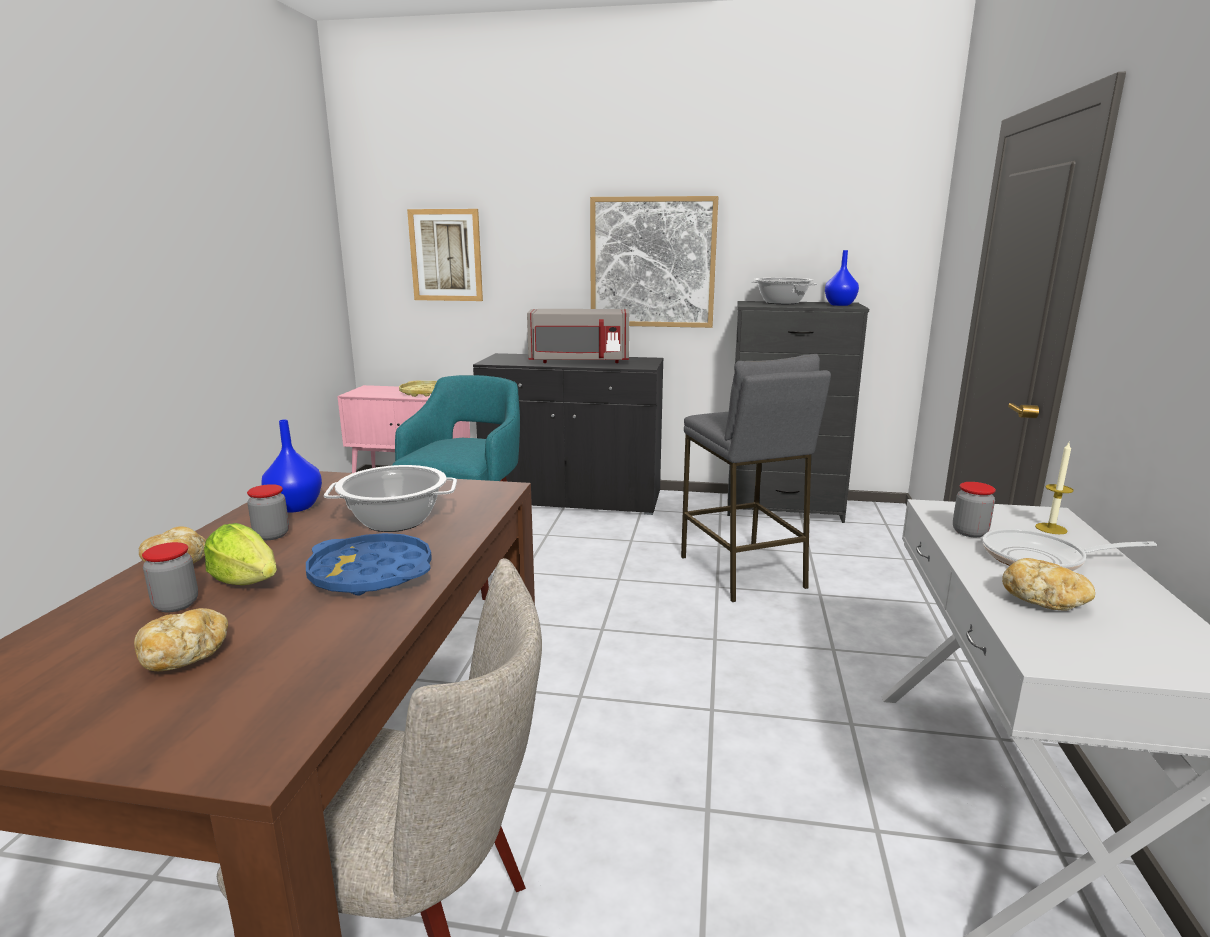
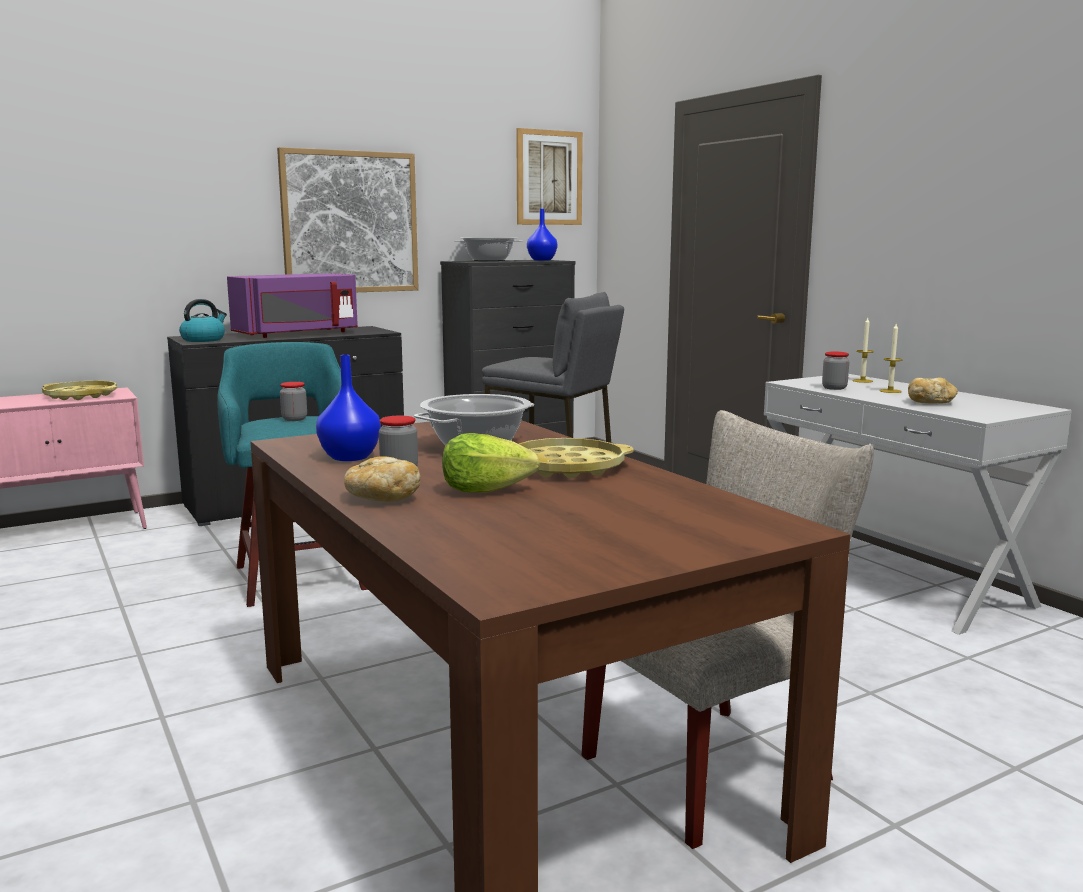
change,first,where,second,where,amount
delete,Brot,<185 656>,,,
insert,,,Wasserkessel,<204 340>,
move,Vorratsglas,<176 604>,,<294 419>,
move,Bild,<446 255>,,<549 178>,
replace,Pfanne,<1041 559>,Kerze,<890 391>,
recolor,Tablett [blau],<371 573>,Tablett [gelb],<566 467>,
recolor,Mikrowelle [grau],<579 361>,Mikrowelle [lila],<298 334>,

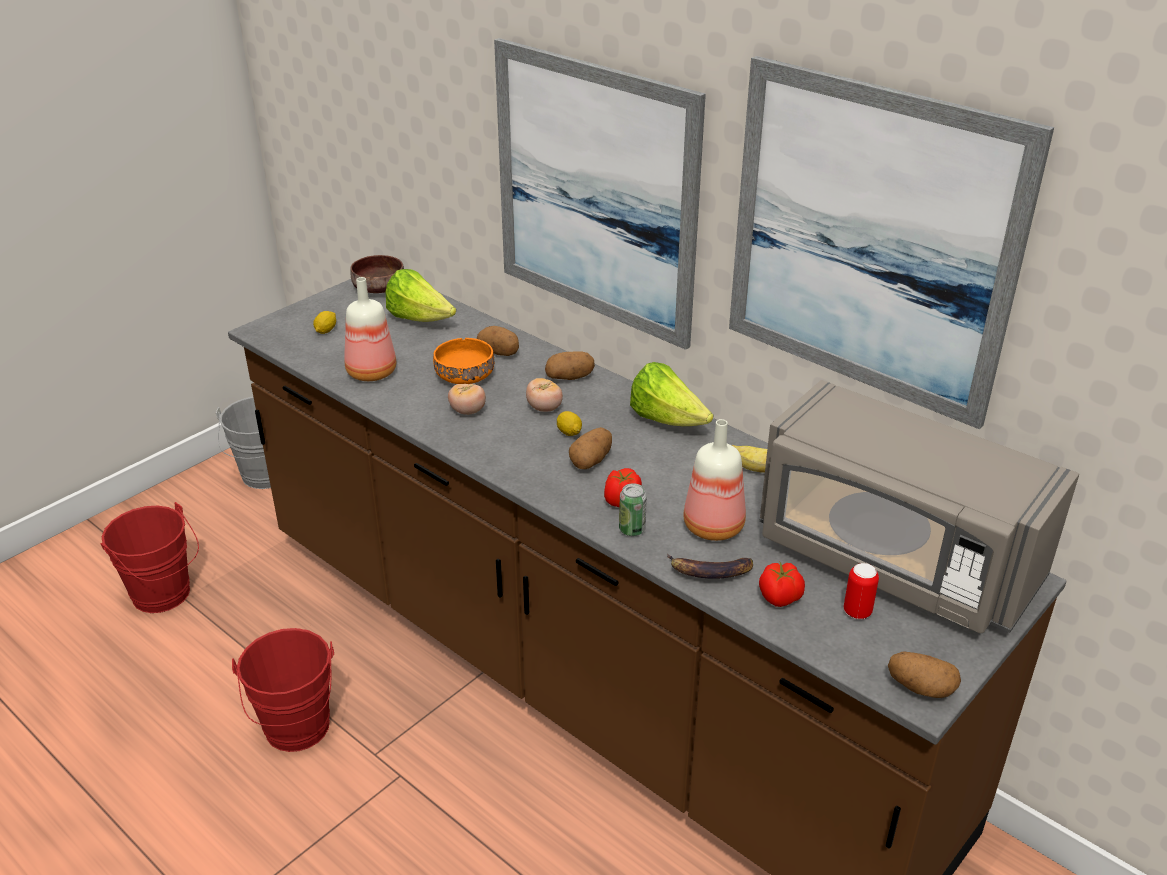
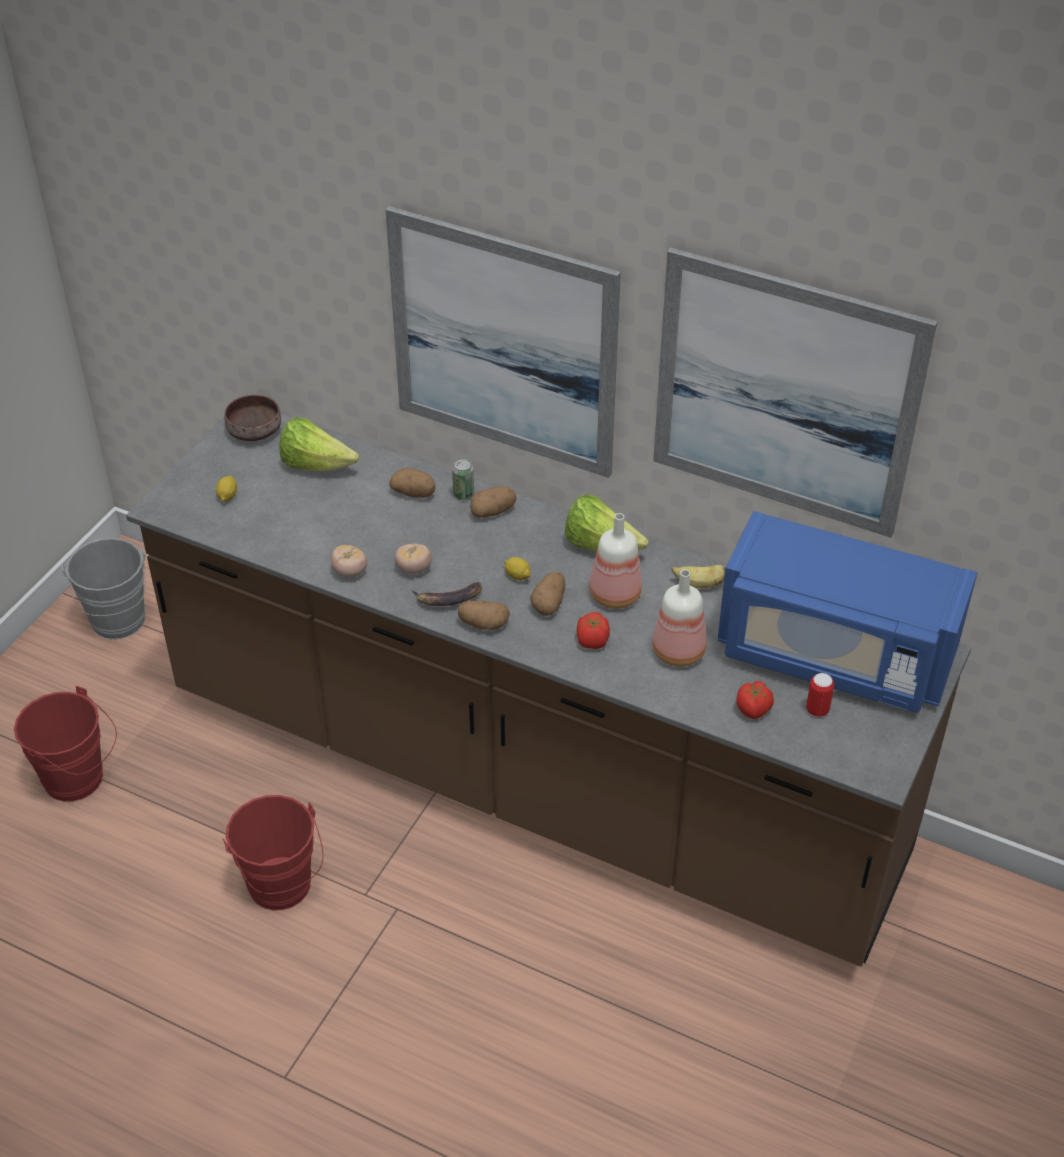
change,first,where,second,where,amount
delete,Schüssel [orange],<464 377>,,,
move,Flasche,<370 373>,,<614 596>,
move,Tomate,<544 408>,,<350 572>,
move,Dose,<632 529>,,<463 494>,
move,Banane,<709 572>,,<448 599>,
move,Kartoffel,<920 688>,,<483 624>,
recolor,Mikrowelle [grau],<894 560>,Mikrowelle [blau],<834 655>,

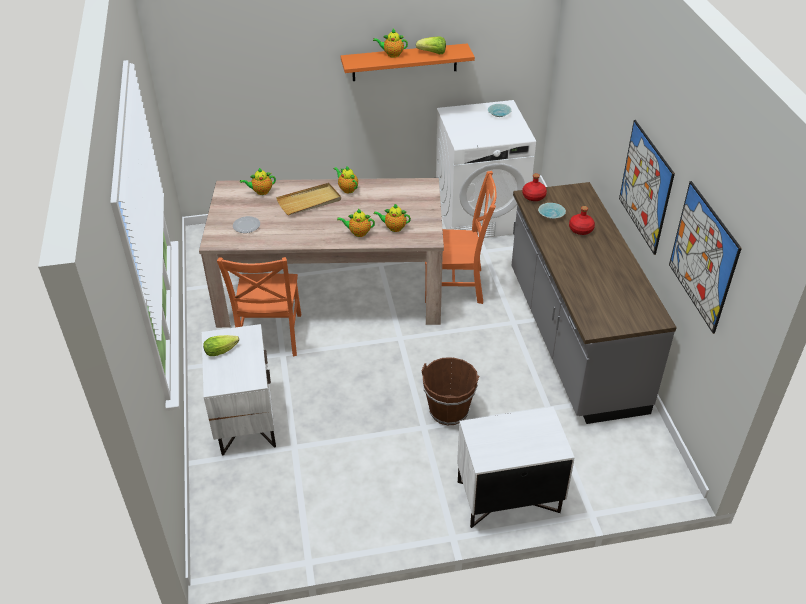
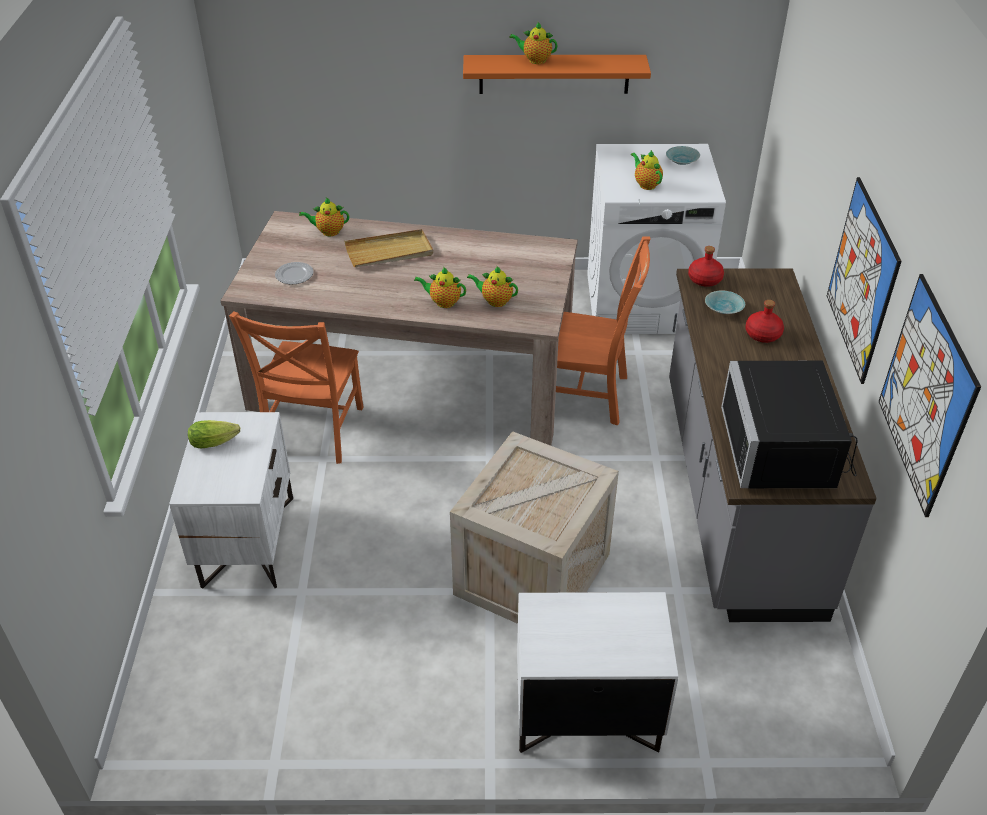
change,first,where,second,where,amount
delete,Salatkopf,<432 53>,,,
insert,,,Mikrowelle [schwarz],<786 450>,
move,Teekanne,<347 189>,,<646 184>,
replace,Eimer [braun],<449 410>,Kiste,<532 572>,

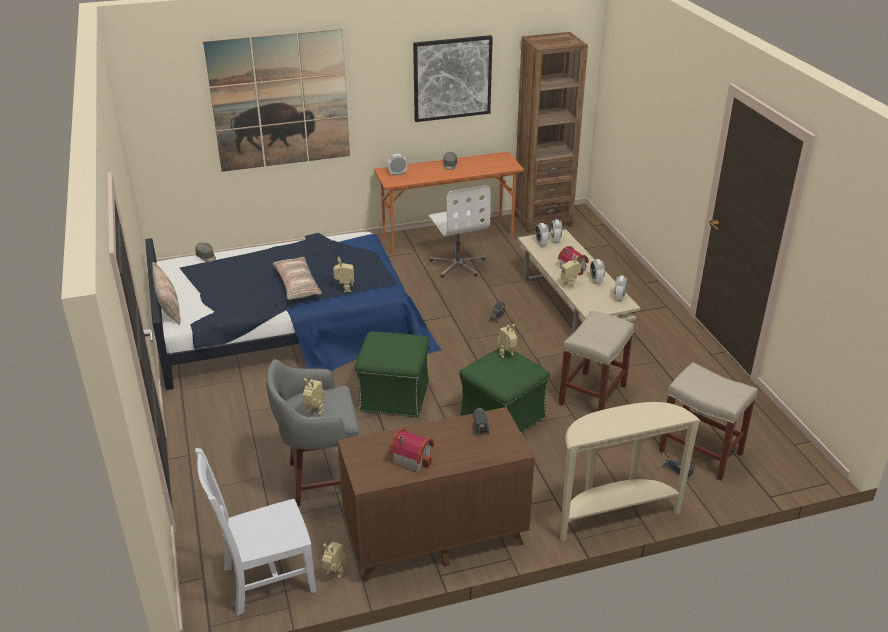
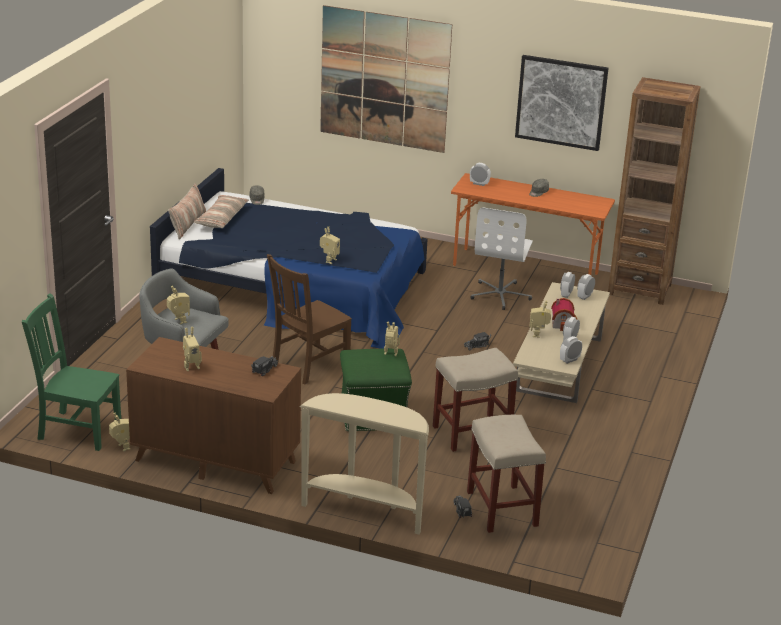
change,first,where,second,where,amount
move,Kissen,<297 285>,,<221 218>,
replace,Polsterhocker [grün],<393 396>,Stuhl [braun],<308 365>,
replace,Spielzeughaus,<412 458>,Spielzeugroboter,<191 366>,
recolor,Stuhl [weiß],<265 580>,Stuhl [grün],<77 430>,

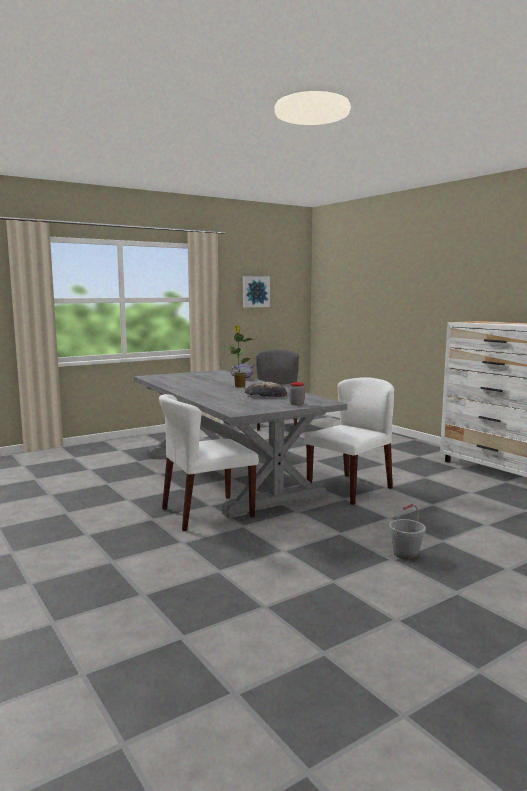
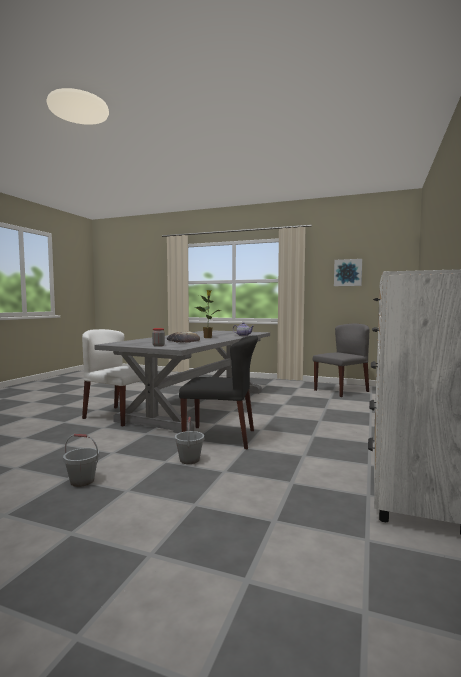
change,first,where,second,where,amount
insert,,,Eimer [grau],<189 460>,
recolor,Stuhl [weiß],<350 489>,Stuhl [schwarz],<220 437>,

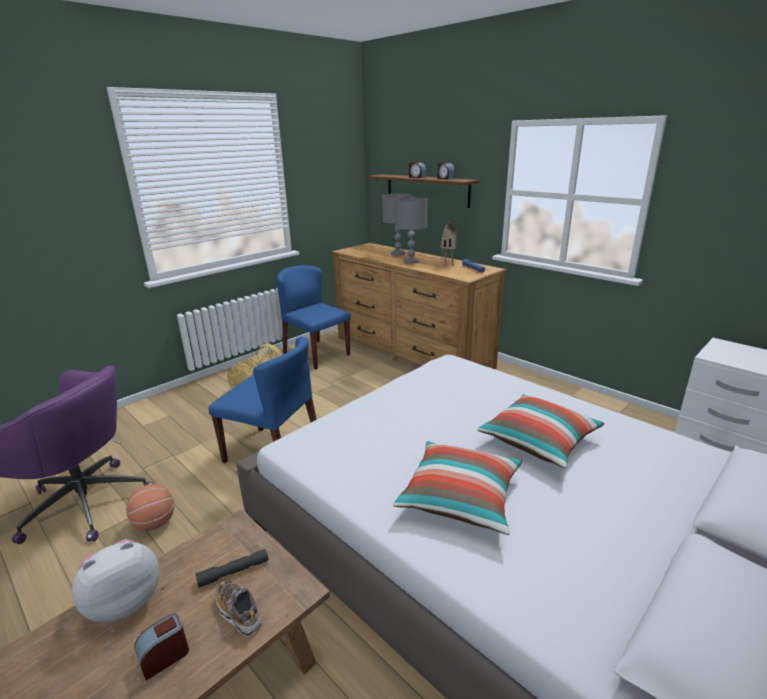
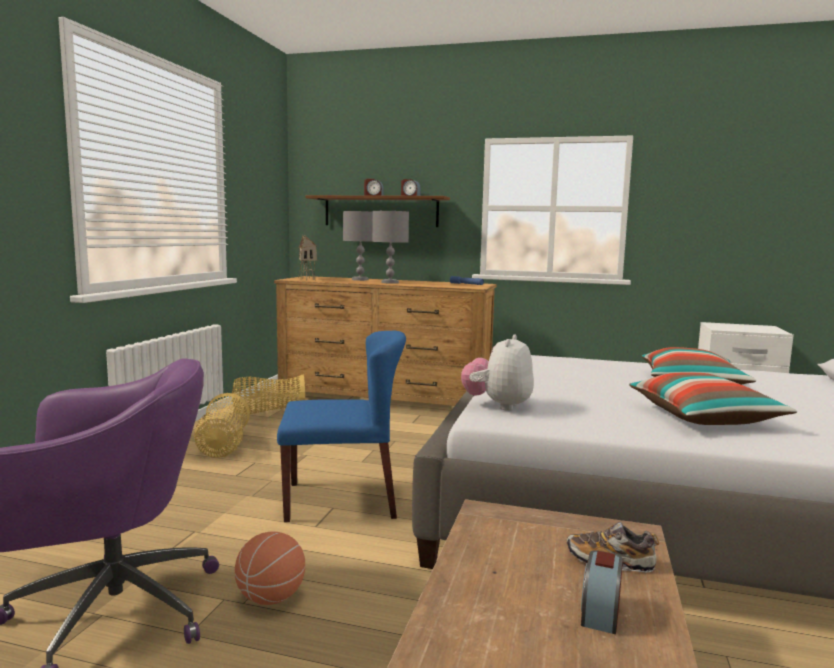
change,first,where,second,where,amount
delete,Taschenlampe [grau],<233 572>,,,
move,Plüschtier,<124 601>,,<498 405>,
move,Spielzeughaus,<448 263>,,<307 279>,
replace,Stuhl [blau],<316 354>,Korb,<268 412>,

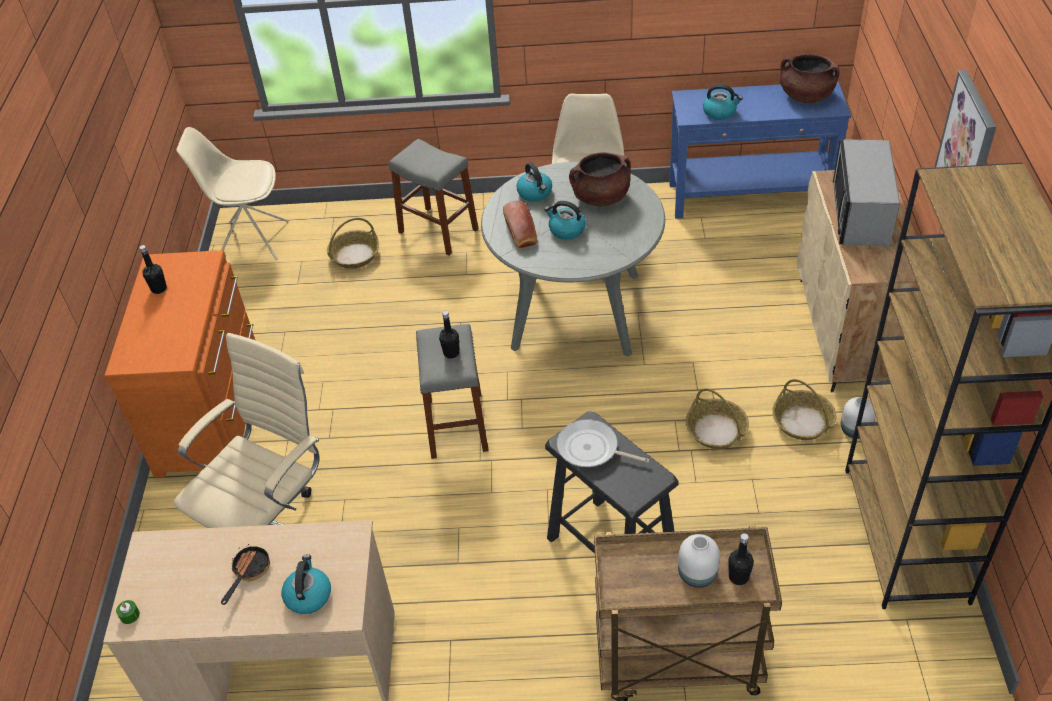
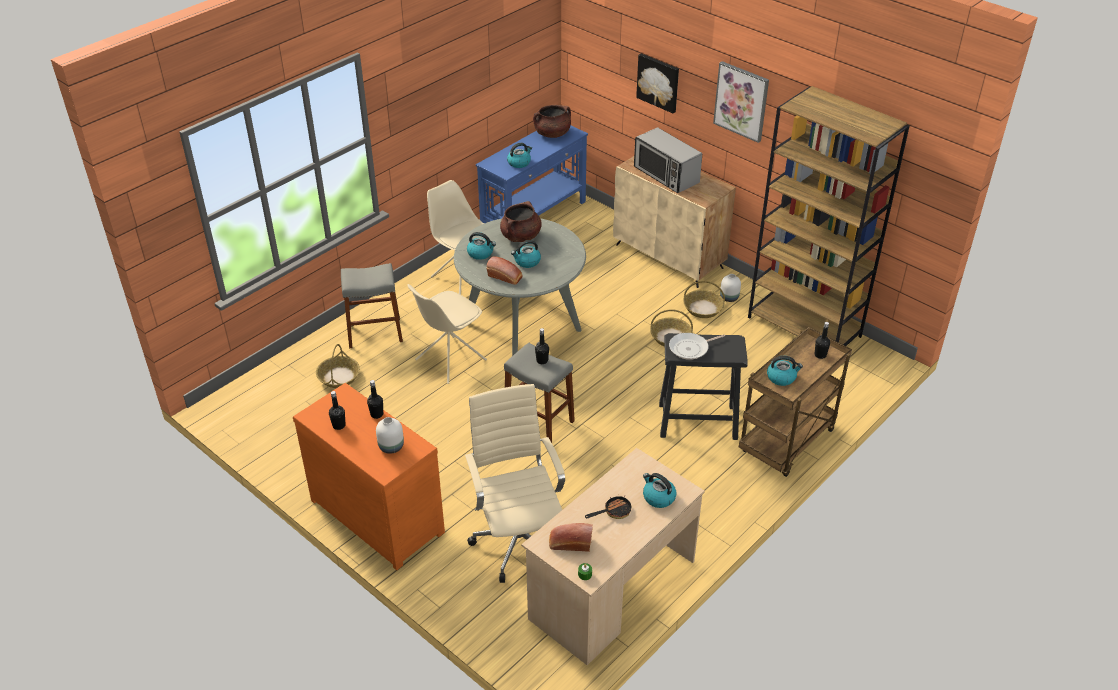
change,first,where,second,where,amount
insert,,,Flasche [schwarz],<377 414>,
insert,,,Brot,<569 543>,
insert,,,Bild,<658 82>,
insert,,,Wasserkessel,<781 377>,
move,Stuhl [beige],<251 241>,,<449 360>,
move,Vase [weiß],<696 574>,,<391 447>,
rotate,Pfanne,<248 572>,,<613 511>,90 degrees clockwise

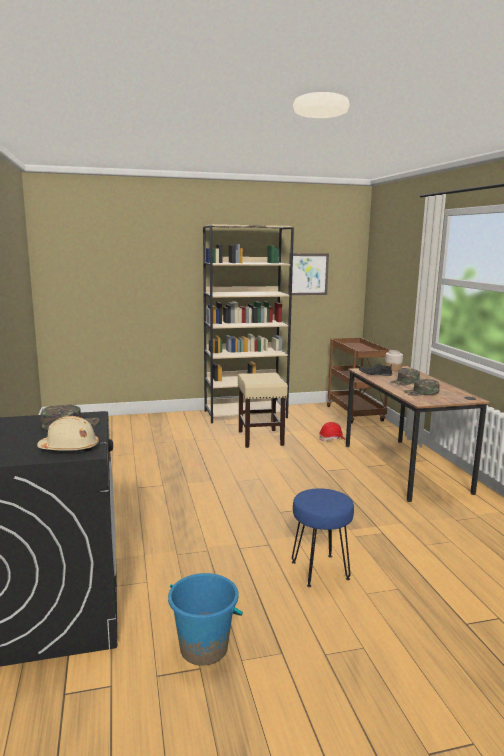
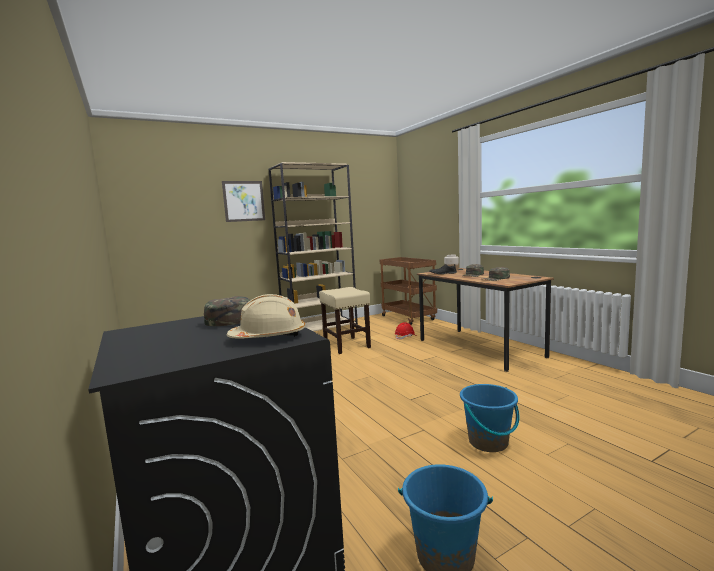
change,first,where,second,where,amount
move,Bild,<308 274>,,<244 201>,
replace,Hocker [blau],<320 570>,Eimer [blau],<488 442>,

